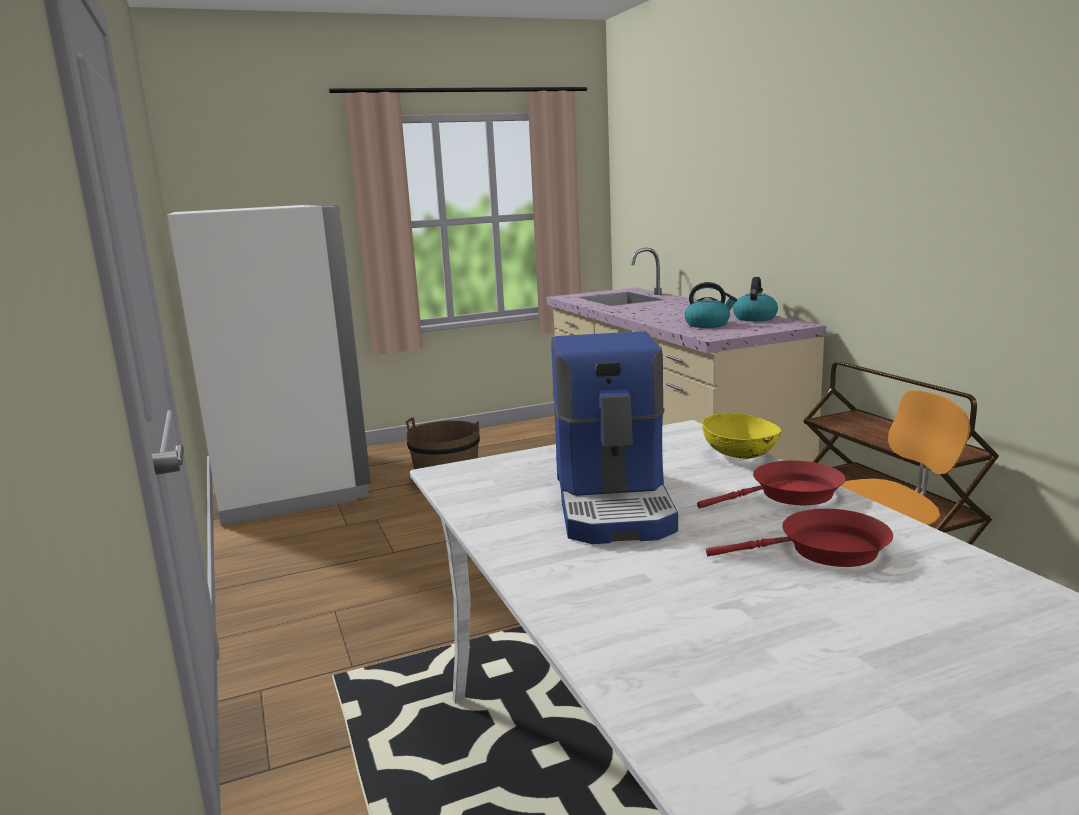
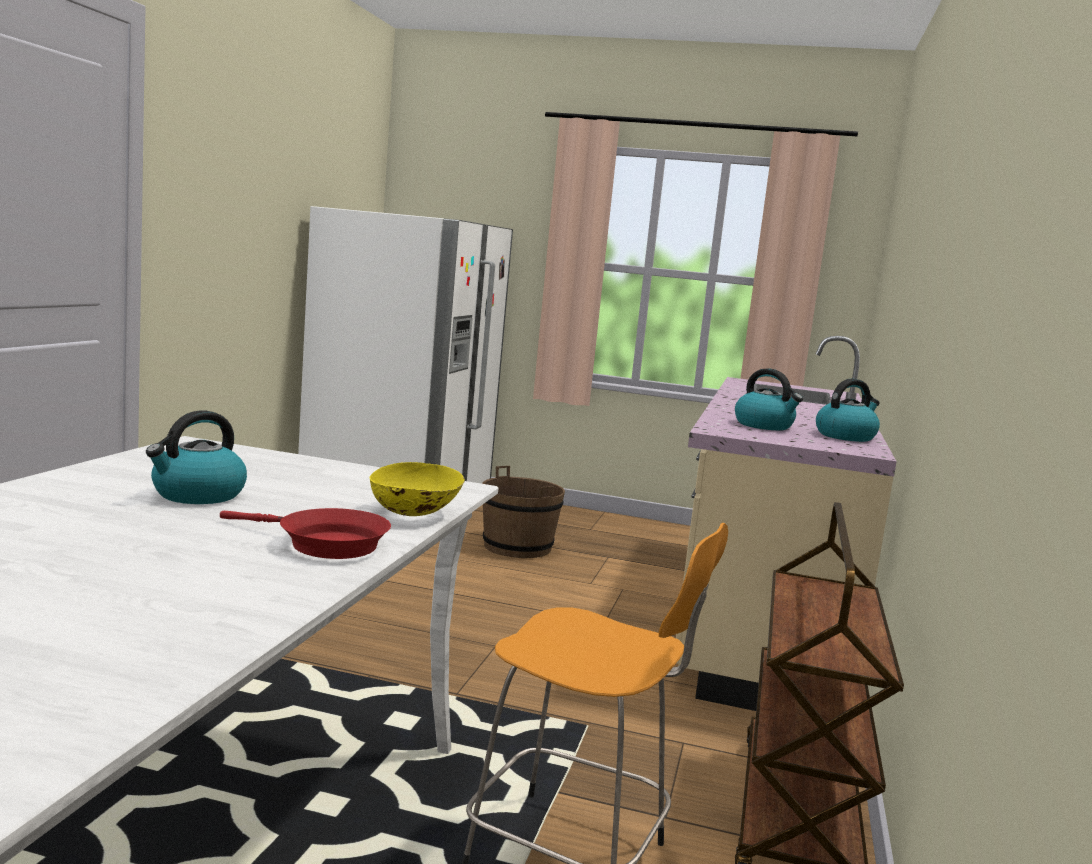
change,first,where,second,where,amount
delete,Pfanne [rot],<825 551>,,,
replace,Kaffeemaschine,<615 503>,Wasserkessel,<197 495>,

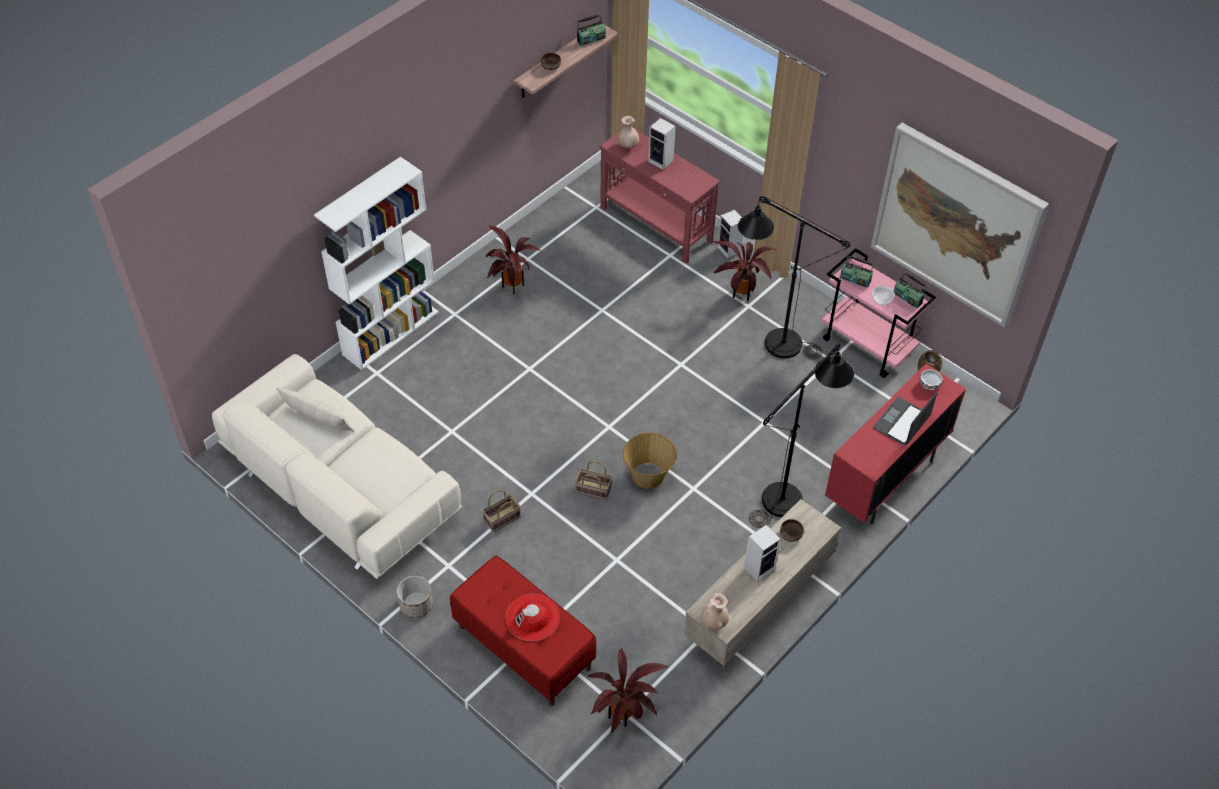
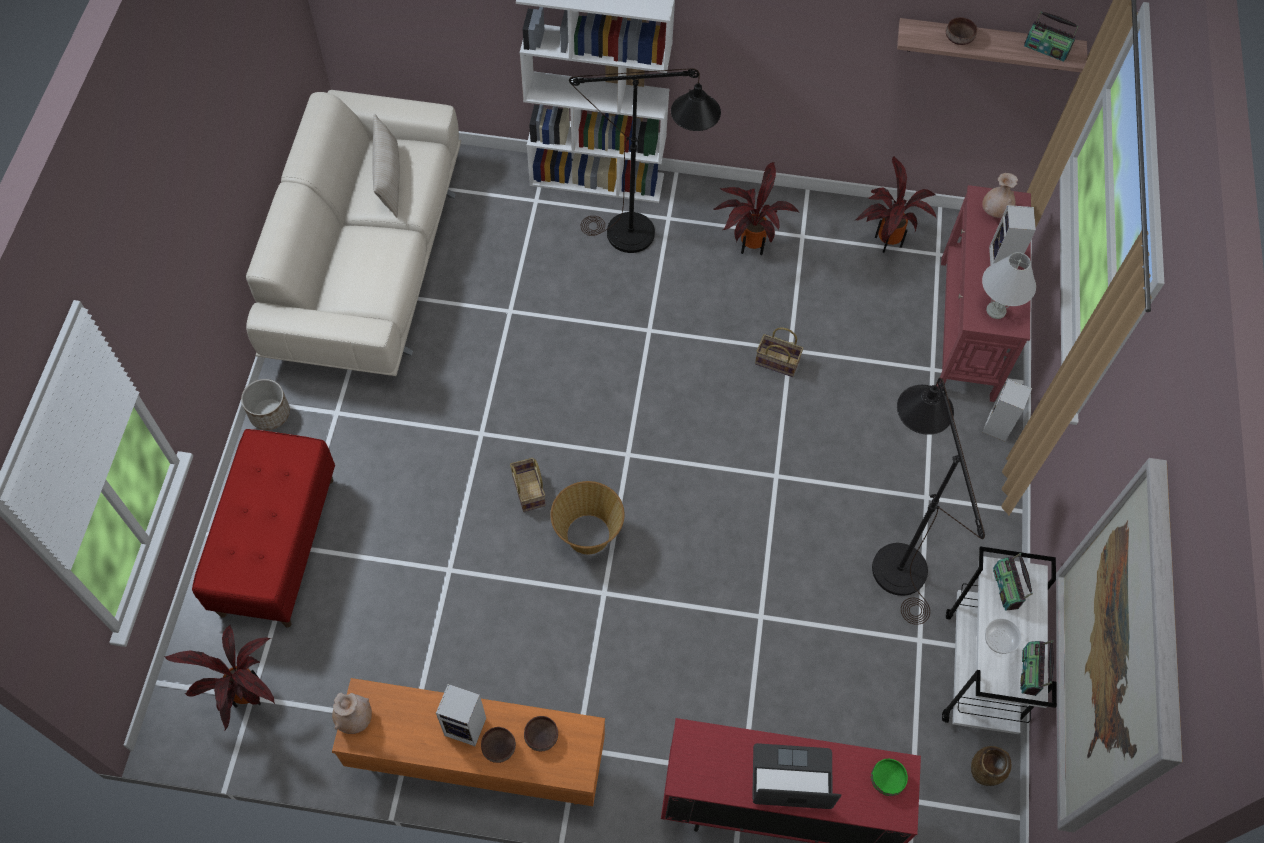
change,first,where,second,where,amount
delete,Hut [rot],<532 617>,,,
insert,,,Schüssel [braun],<498 747>,
insert,,,Tischlampe [weiß],<995 310>,
move,Korb,<501 520>,,<775 362>,
move,Topfpflanze,<740 295>,,<884 241>,
move,Stehlampe [schwarz],<790 493>,,<644 236>,
recolor,Fernsehschrank [beige],<757 609>,Fernsehschrank [orange],<479 762>,
recolor,Rollwagen [rosa],<868 345>,Rollwagen [weiß],<980 672>,
recolor,Schüssel [weiß],<930 383>,Schüssel [grün],<888 779>,

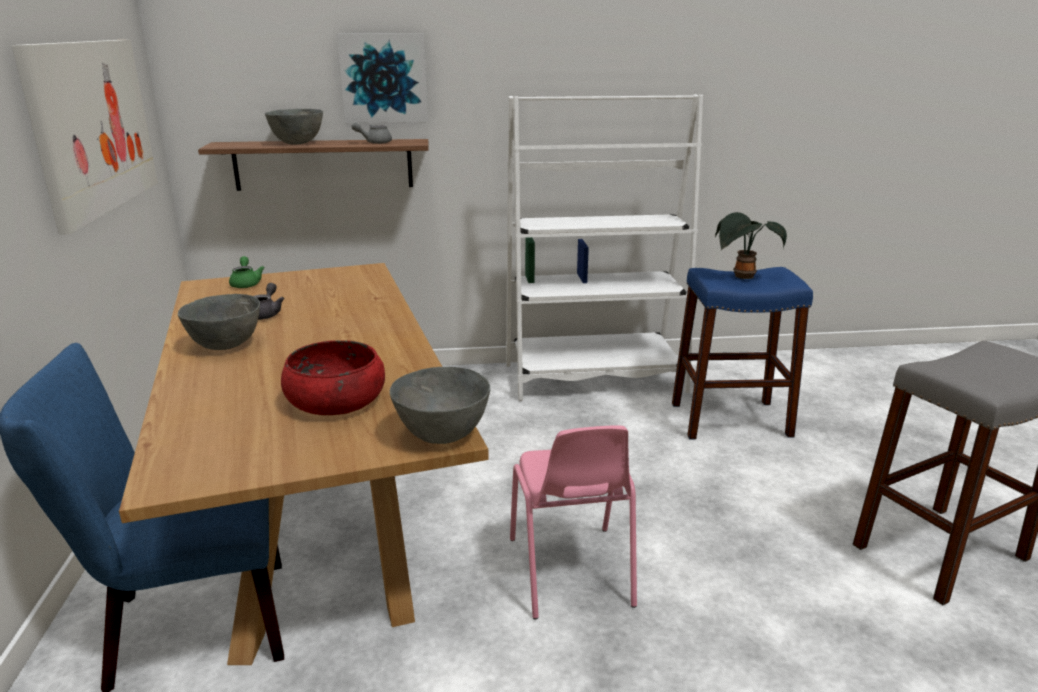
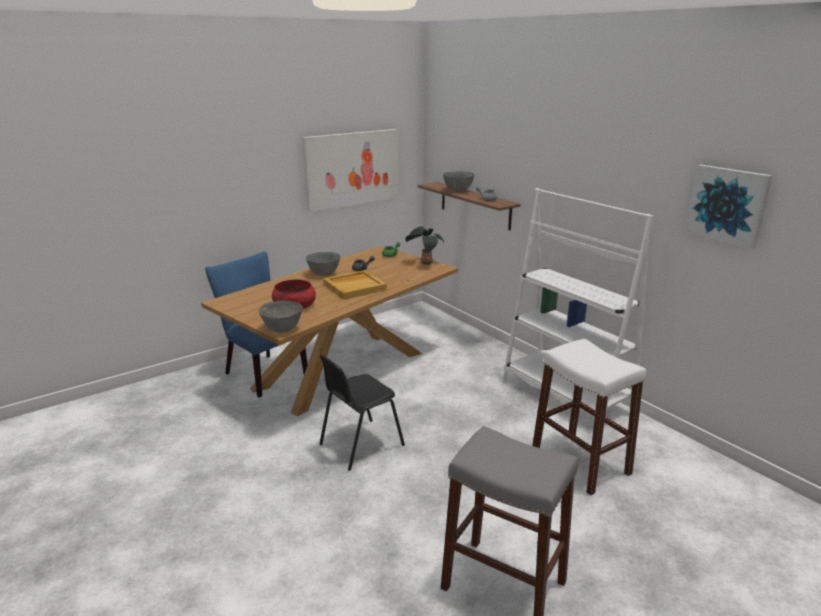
change,first,where,second,where,amount
insert,,,Tablett [beige],<355 287>,
move,Bild,<384 78>,,<727 205>,
move,Topfpflanze,<742 277>,,<425 263>,
recolor,Stuhl [rosa],<570 572>,Stuhl [schwarz],<360 444>,
recolor,Hocker [blau],<730 420>,Hocker [weiß],<580 462>,

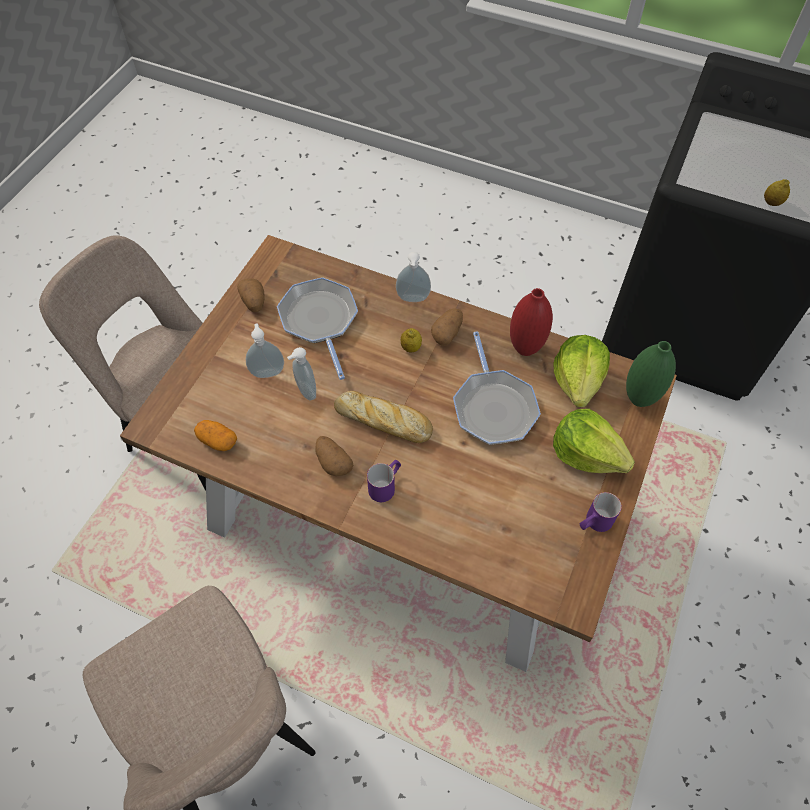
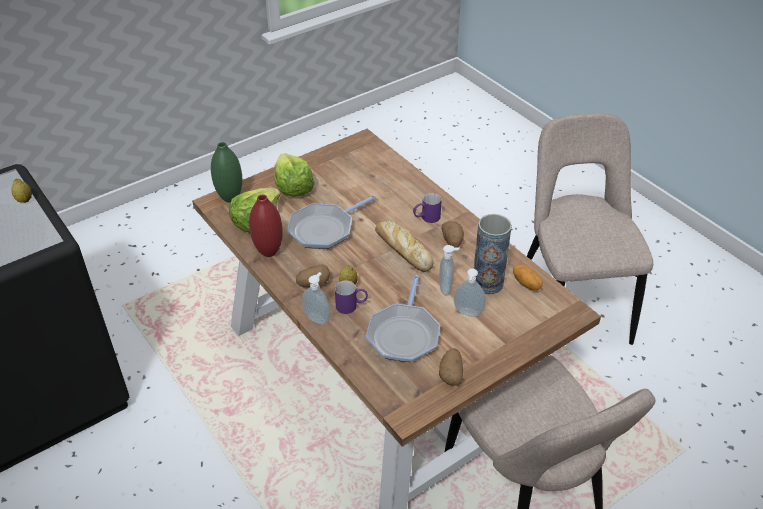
change,first,where,second,where,amount
insert,,,Vase,<487 283>,
move,Henkelbecher [lila],<594 523>,,<351 306>,
rotate,Pfanne,<493 407>,,<324 229>,150 degrees counterclockwise

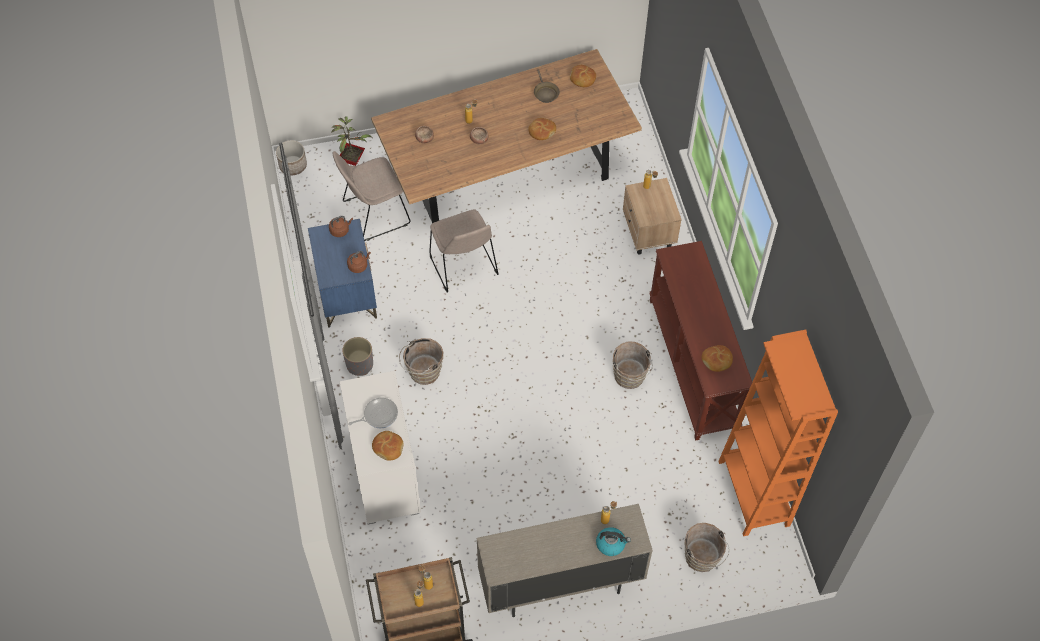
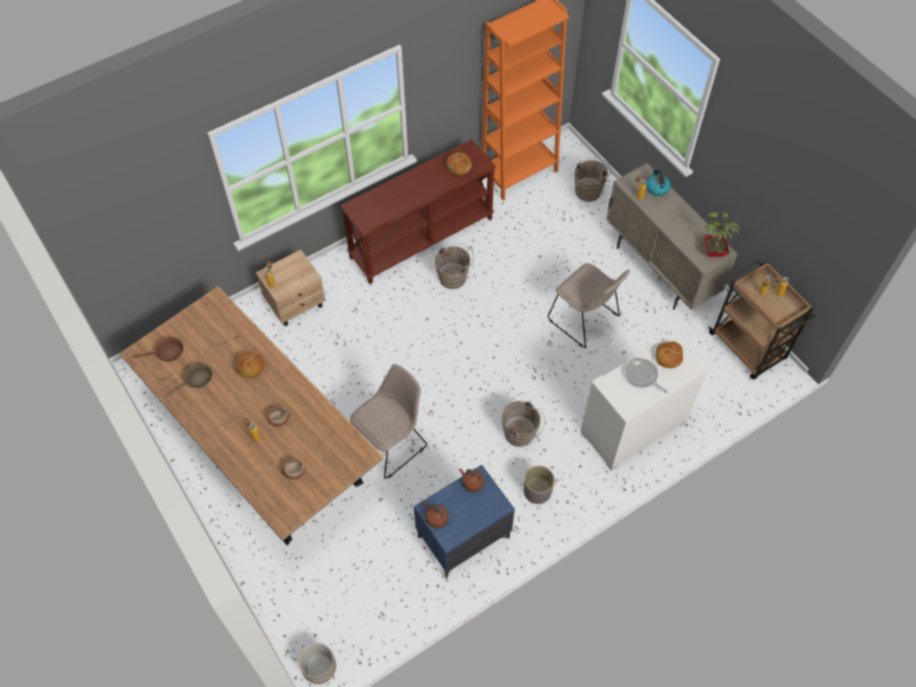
change,first,where,second,where,amount
move,Topfpflanze,<353 159>,,<712 251>,
move,Stuhl [beige],<373 214>,,<585 319>,
replace,Brot,<582 79>,Pfanne [braun],<167 353>,

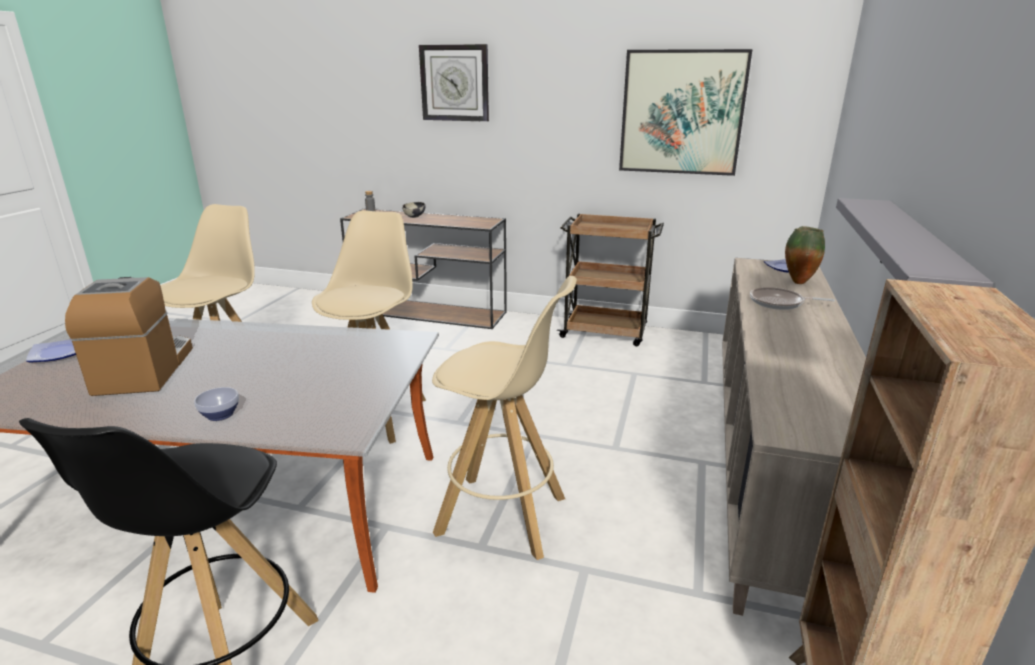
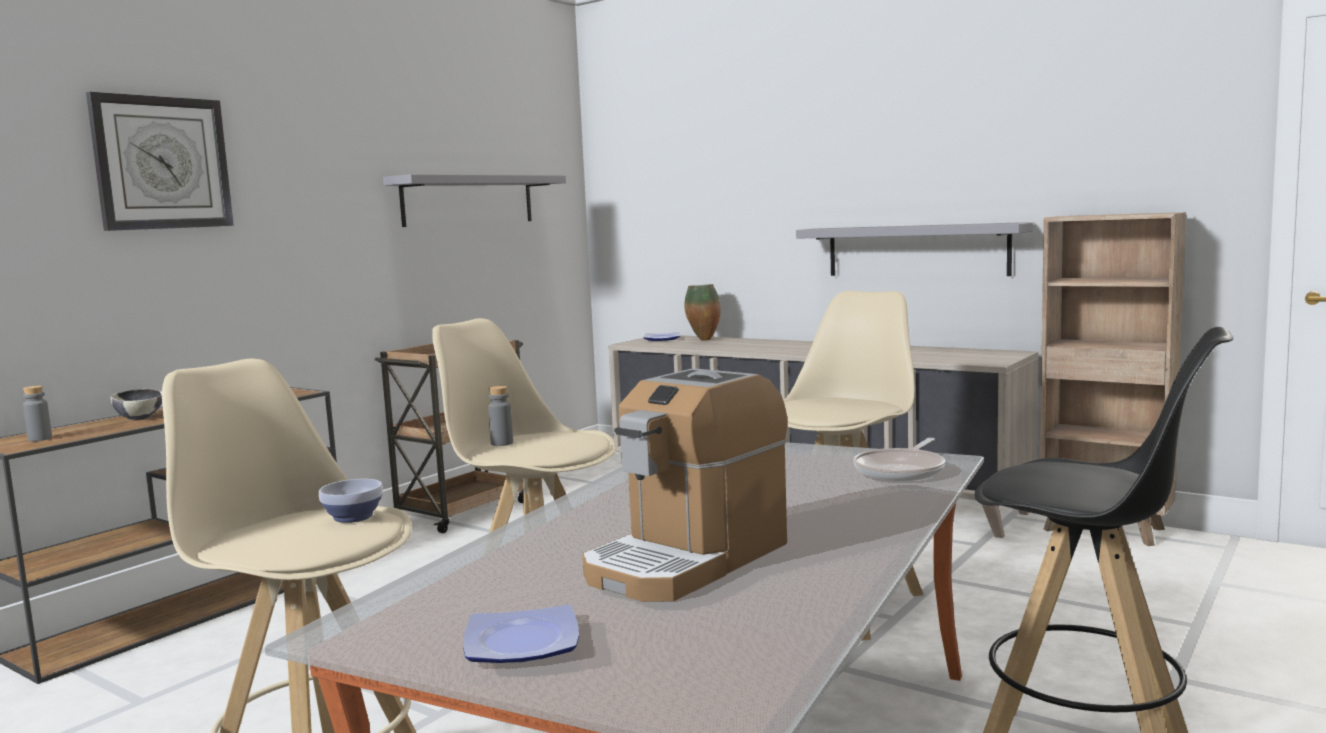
change,first,where,second,where,amount
insert,,,Flasche [grau],<502 443>,
move,Schüssel,<221 414>,,<352 517>,
move,Pfanne,<779 303>,,<902 470>,
replace,Bild,<682 113>,Wandregal [grau],<469 200>,
rotate,Kaffeemaschine,<145 370>,,<687 560>,60 degrees counterclockwise

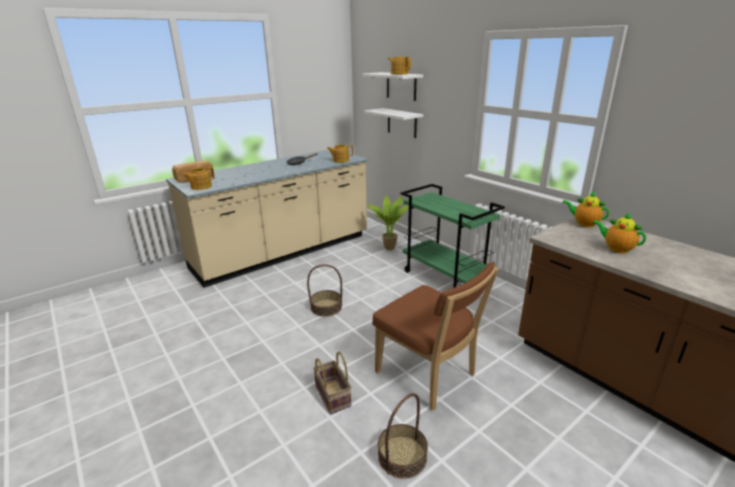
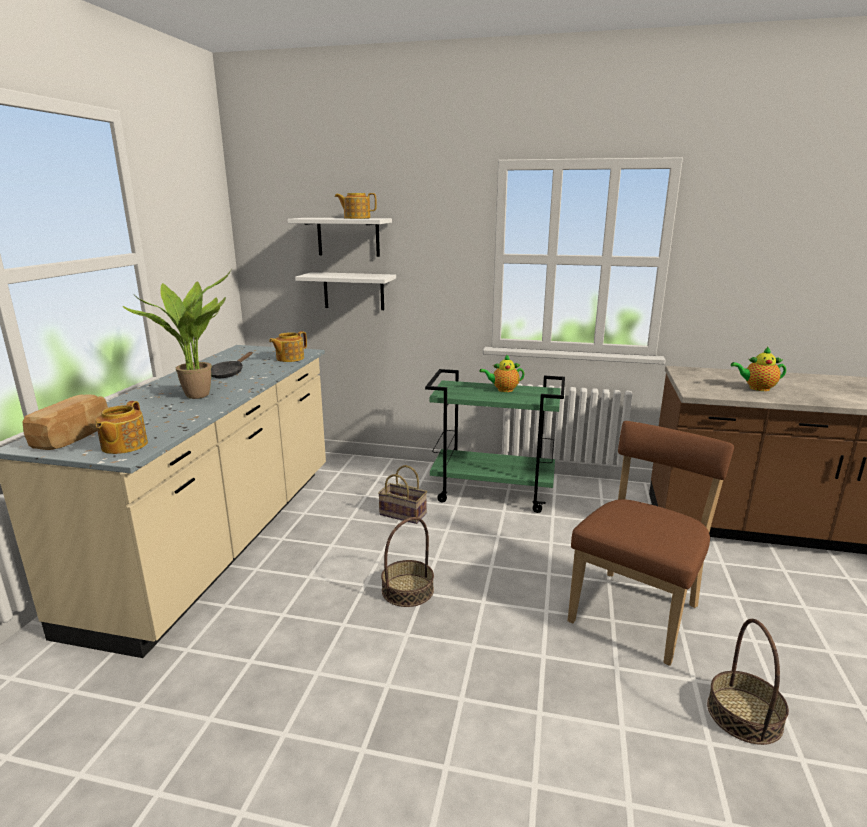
change,first,where,second,where,amount
move,Korb,<334 396>,,<404 514>,
move,Topfpflanze,<390 247>,,<199 394>,
move,Teekanne,<583 224>,,<503 390>,
rotate,Stuhl [braun],<428 376>,,<637 611>,60 degrees counterclockwise

